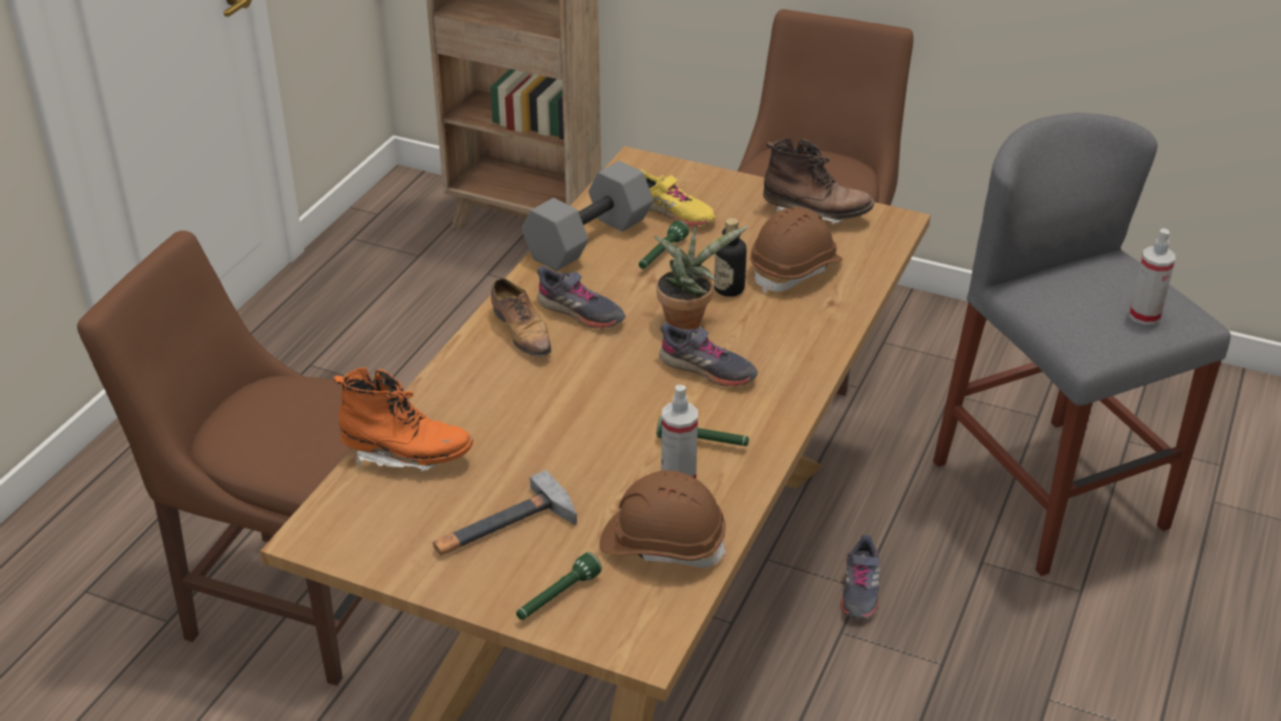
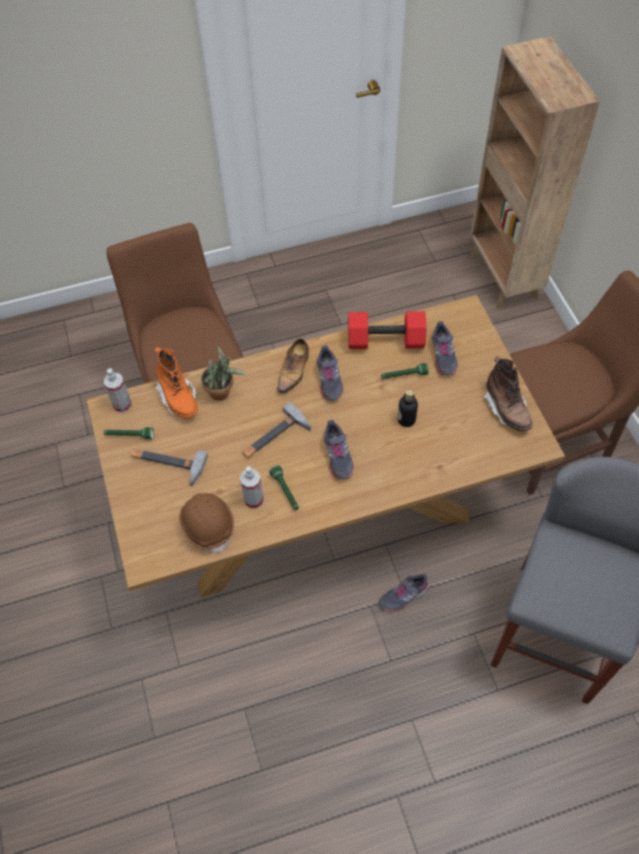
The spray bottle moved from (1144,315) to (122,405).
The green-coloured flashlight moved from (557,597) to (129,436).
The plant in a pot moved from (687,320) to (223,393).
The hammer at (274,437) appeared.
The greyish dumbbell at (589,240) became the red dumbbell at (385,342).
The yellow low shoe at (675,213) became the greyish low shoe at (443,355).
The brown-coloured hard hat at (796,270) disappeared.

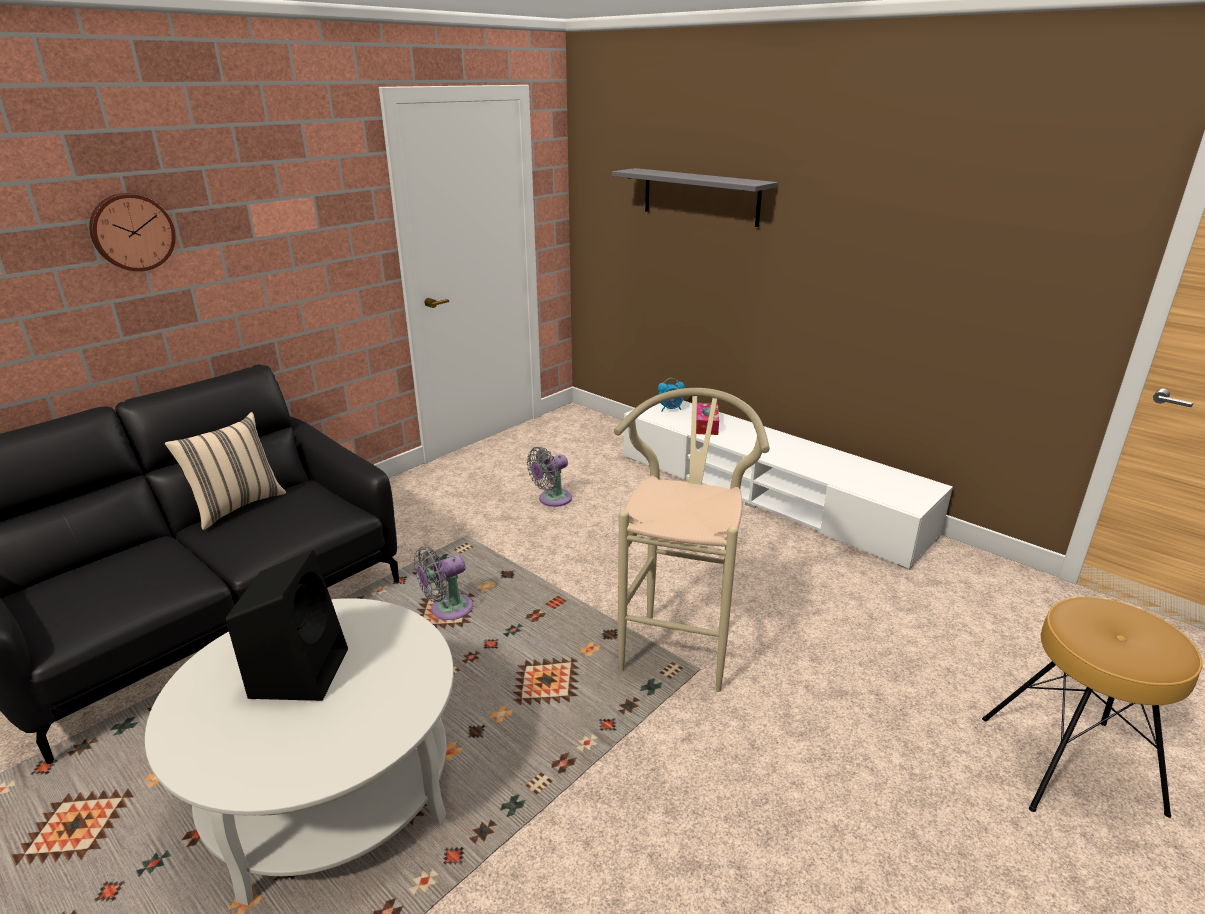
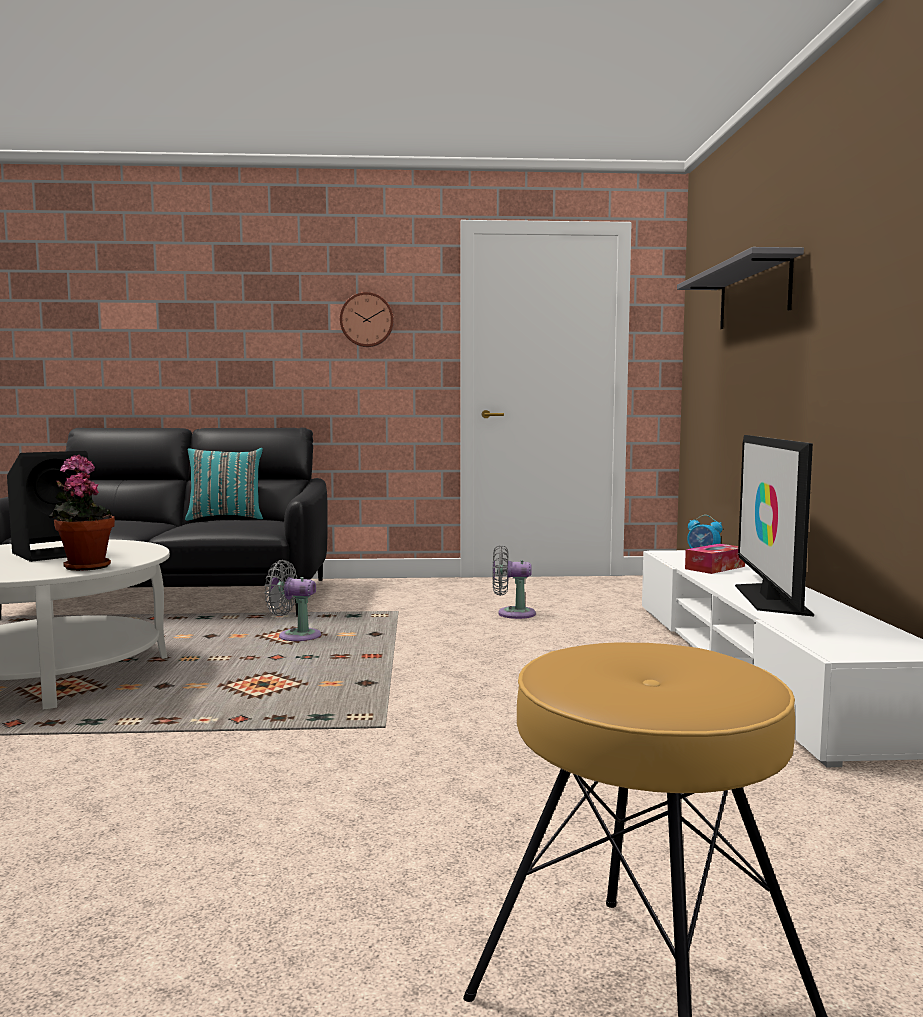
The plant in a pot at (84,566) appeared.
The beige-coloured pillow at (236,506) became the turquoise pillow at (226,518).
The wall clock moved from (132,232) to (367,320).
The TV set at (769,598) appeared.
The beige-coloured stool seat at (680,643) disappeared.

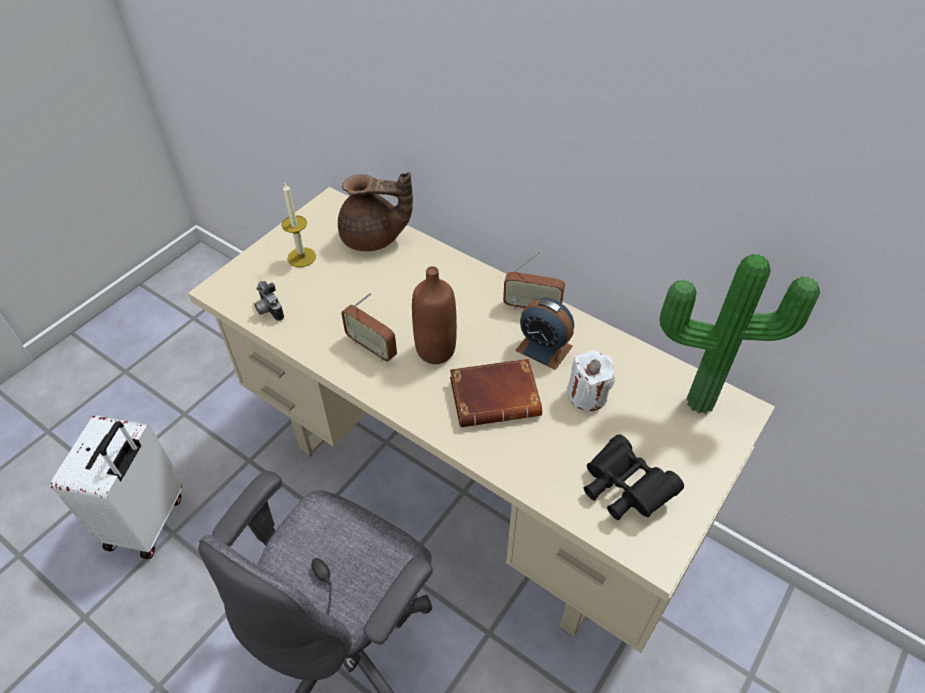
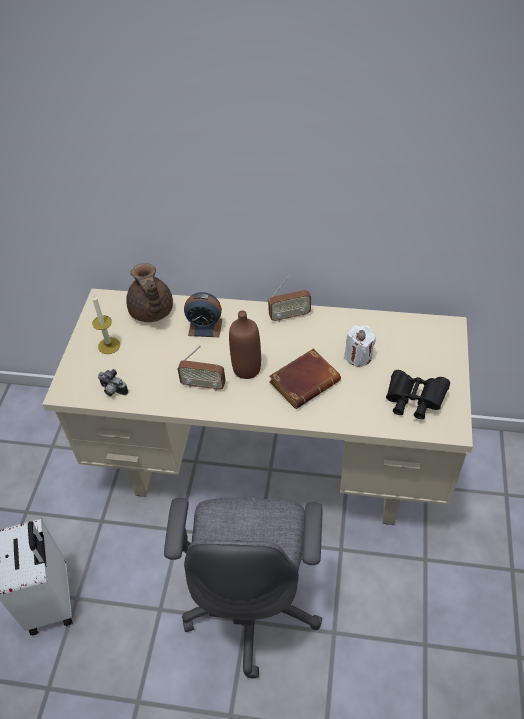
The brown-coloured tea pot at (373,238) turned 90 degrees clockwise.
The bedside clock moved from (544,348) to (205,327).
The plant in a pot at (699,398) disappeared.

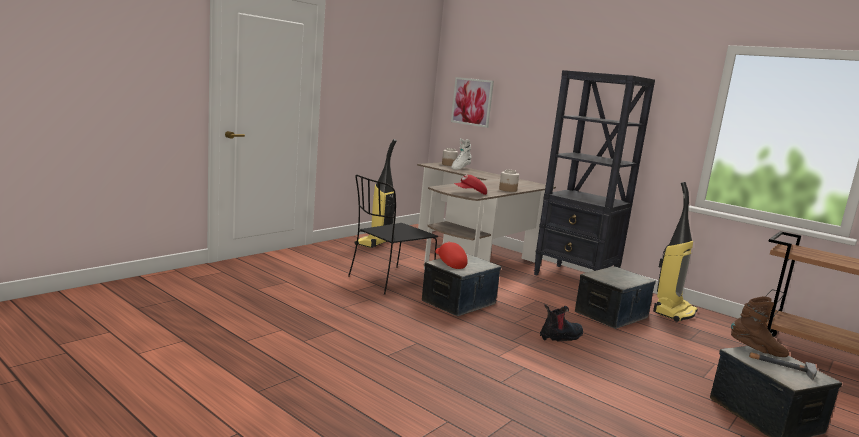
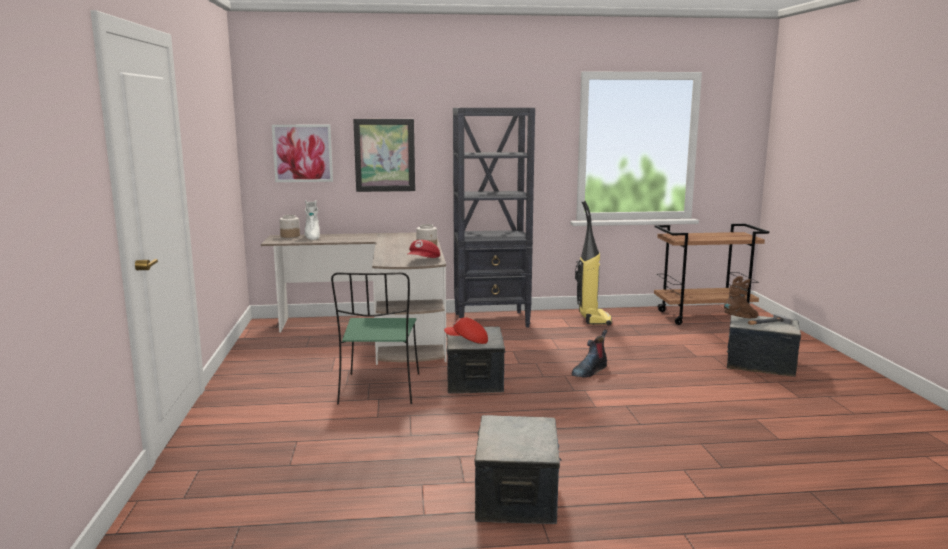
The blackish upright chair at (389,281) became the green-coloured upright chair at (379,390).
The wall art at (384,155) appeared.
The storage bin moved from (611,315) to (517,497).
The tall boot at (561,337) turned 150 degrees counterclockwise.
The vacuum at (374,243) disappeared.

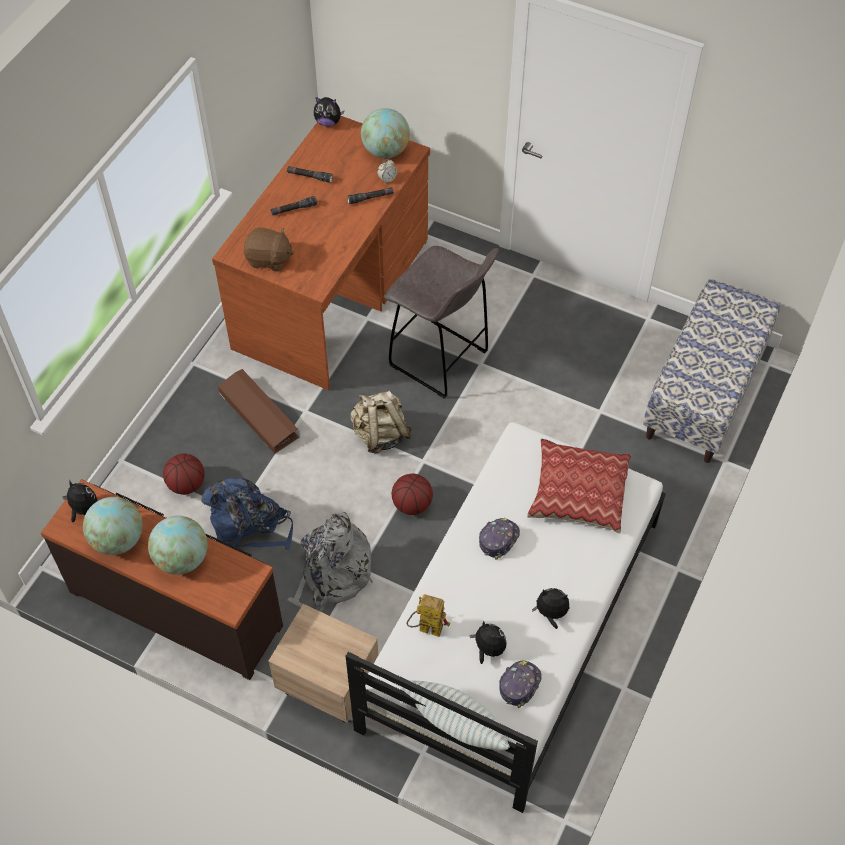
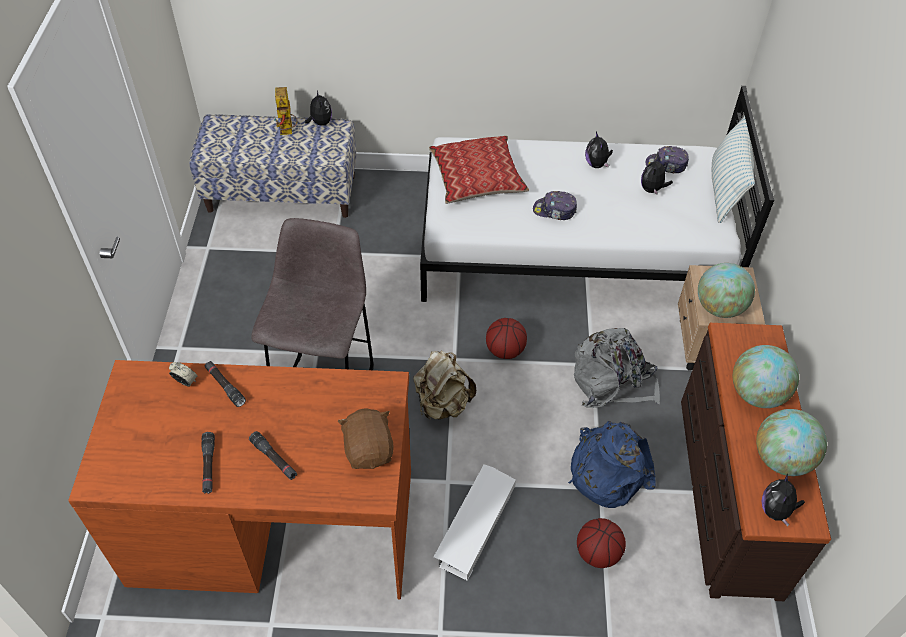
The robot figure moved from (425,628) to (288,132).
The plush toy moved from (328,122) to (320,122).
The brown-coloured storage bin at (259,414) became the white-coloured storage bin at (474,524).
The desk globe moved from (386,151) to (719,307).

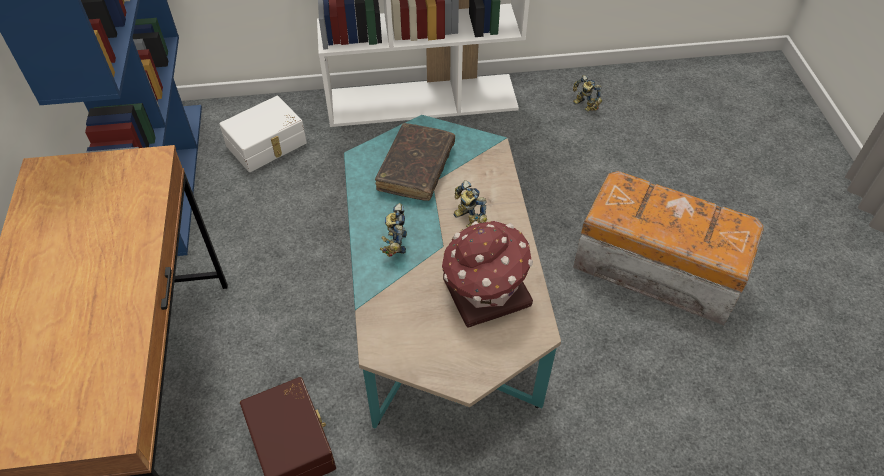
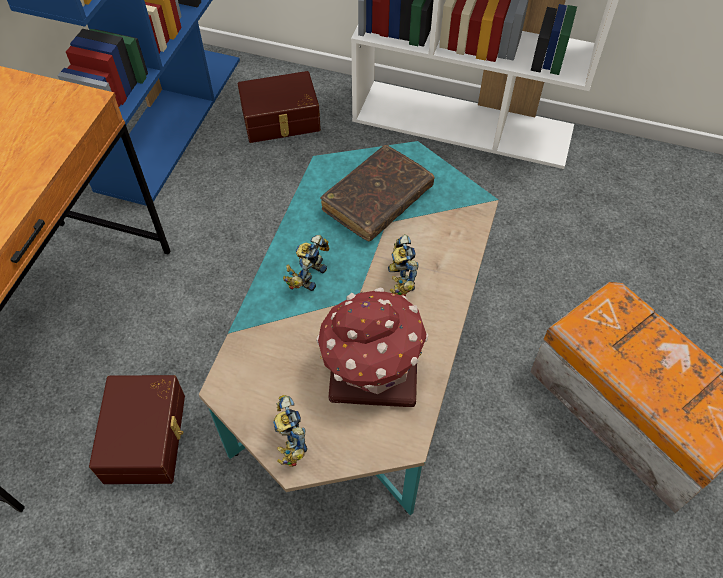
The white-coloured storage bin at (267,145) became the brown-coloured storage bin at (281,120).
The robot figure moved from (583,106) to (288,440).

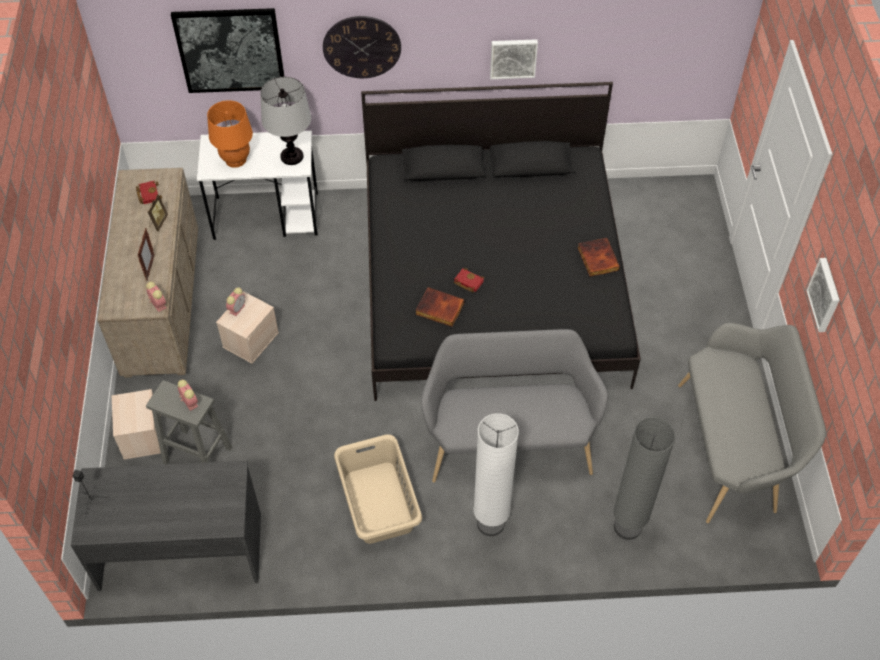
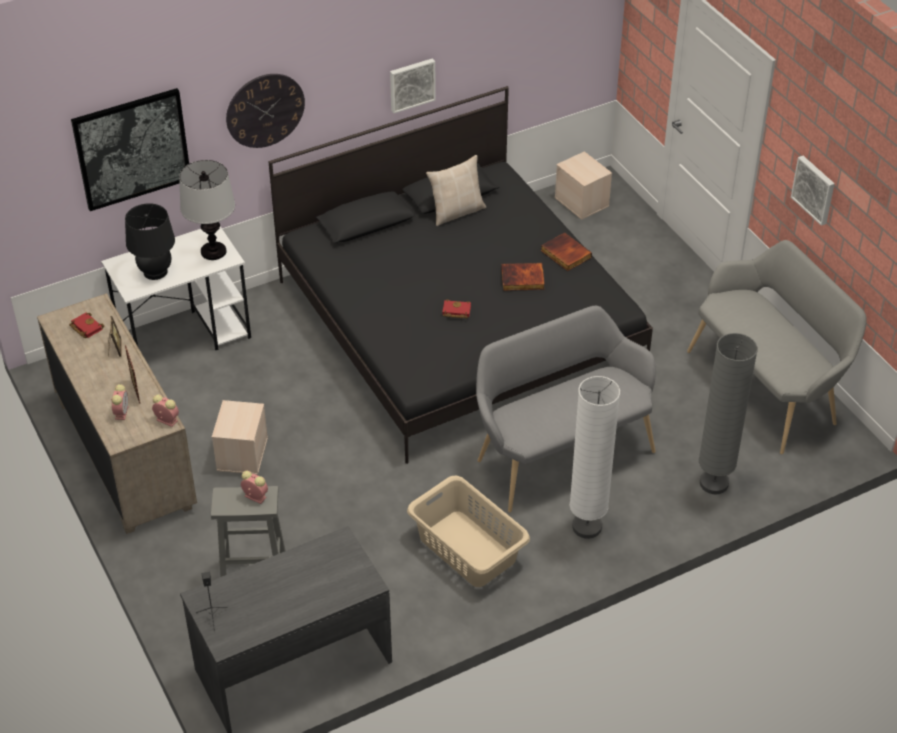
The bedside clock moved from (237,308) to (121,412).
The orangey lamp for a table at (235,159) became the blackish lamp for a table at (155,272).
The beige-coloured pillow at (456,212) appeared.
The volume moved from (439,309) to (522,279).
The beige-coloured storage bin moved from (143,436) to (582,202).

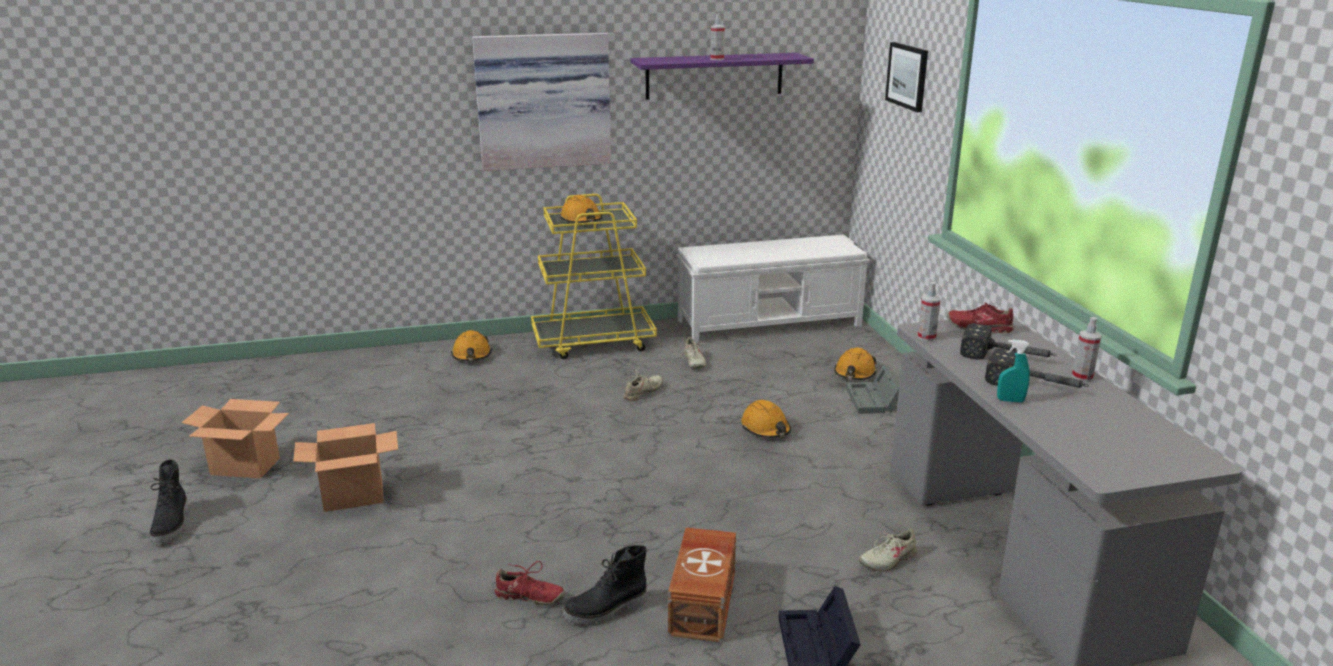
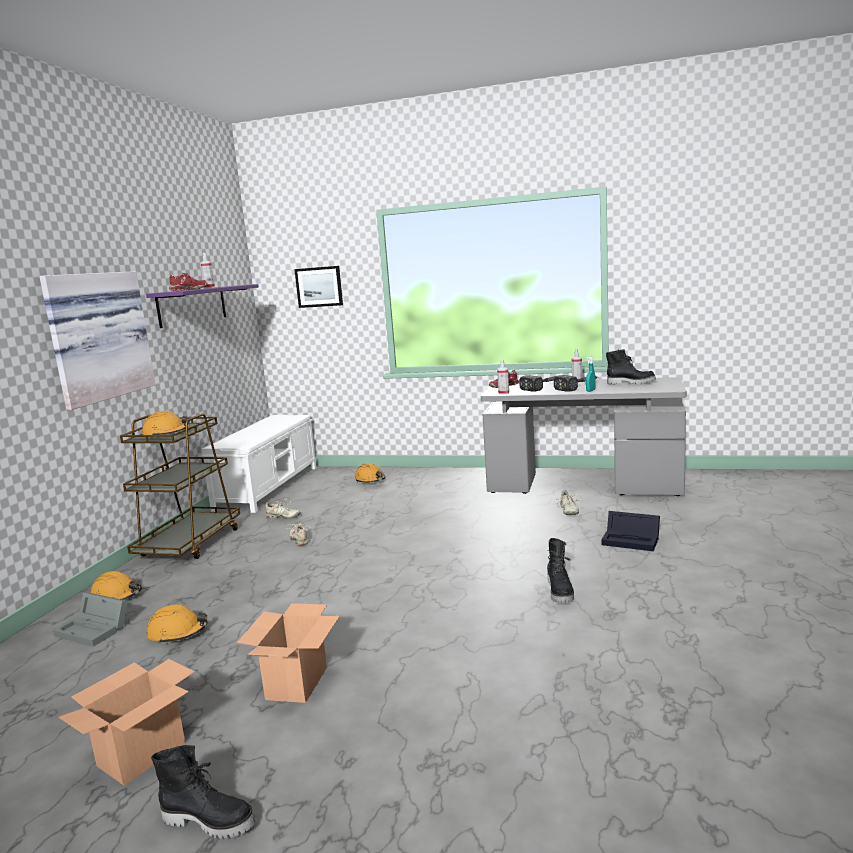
The greyish storage bin moved from (874,401) to (95,629).
The yellow wheeled cart at (594,342) became the brown-coloured wheeled cart at (190,543).
The orangey hard hat moved from (766,429) to (177,633).
The red low shoe moved from (529,597) to (188,290).
The blackish tall boot at (631,383) appeared.
The brown-coloured storage bin at (704,602) disappeared.

